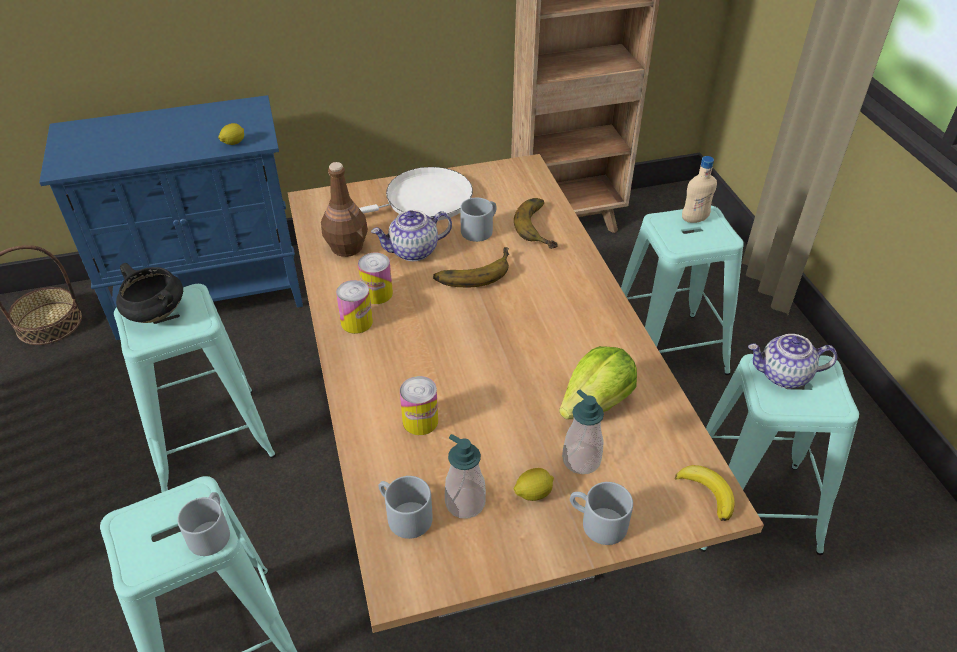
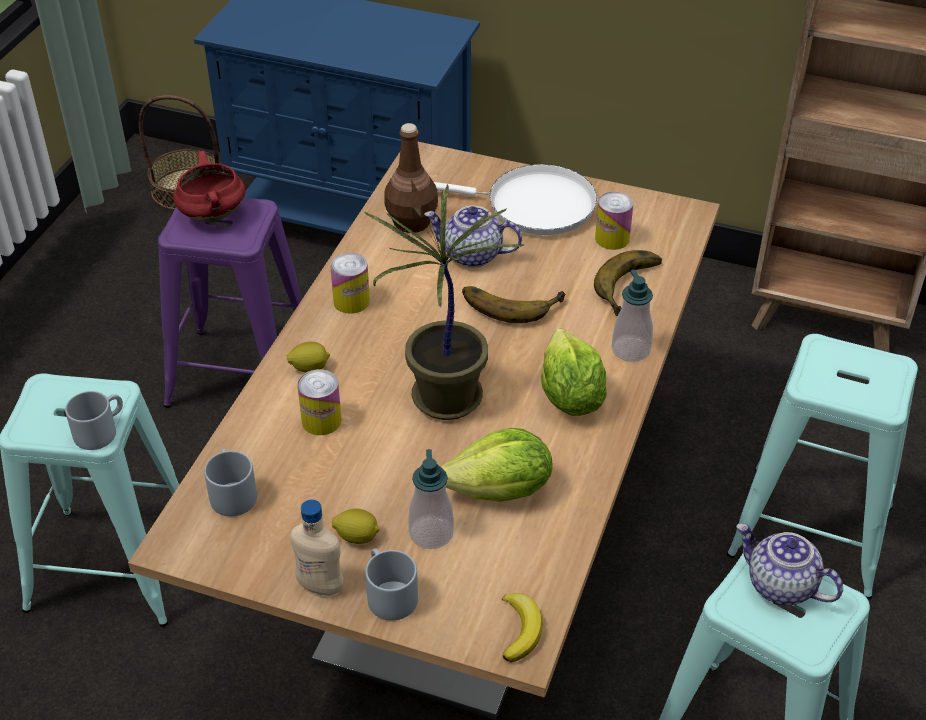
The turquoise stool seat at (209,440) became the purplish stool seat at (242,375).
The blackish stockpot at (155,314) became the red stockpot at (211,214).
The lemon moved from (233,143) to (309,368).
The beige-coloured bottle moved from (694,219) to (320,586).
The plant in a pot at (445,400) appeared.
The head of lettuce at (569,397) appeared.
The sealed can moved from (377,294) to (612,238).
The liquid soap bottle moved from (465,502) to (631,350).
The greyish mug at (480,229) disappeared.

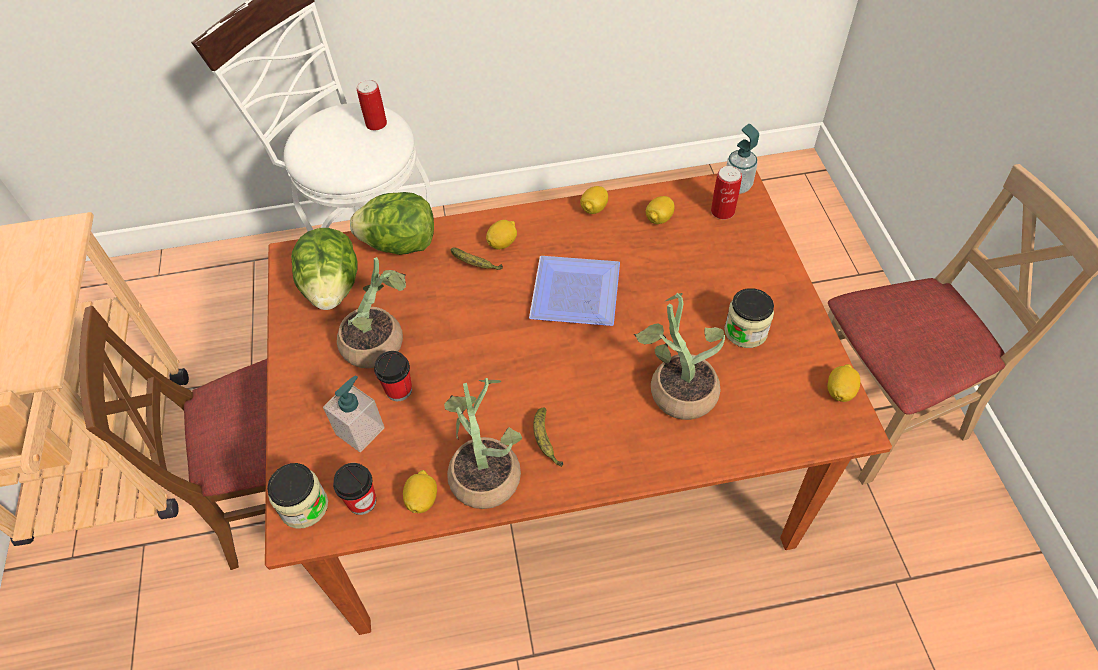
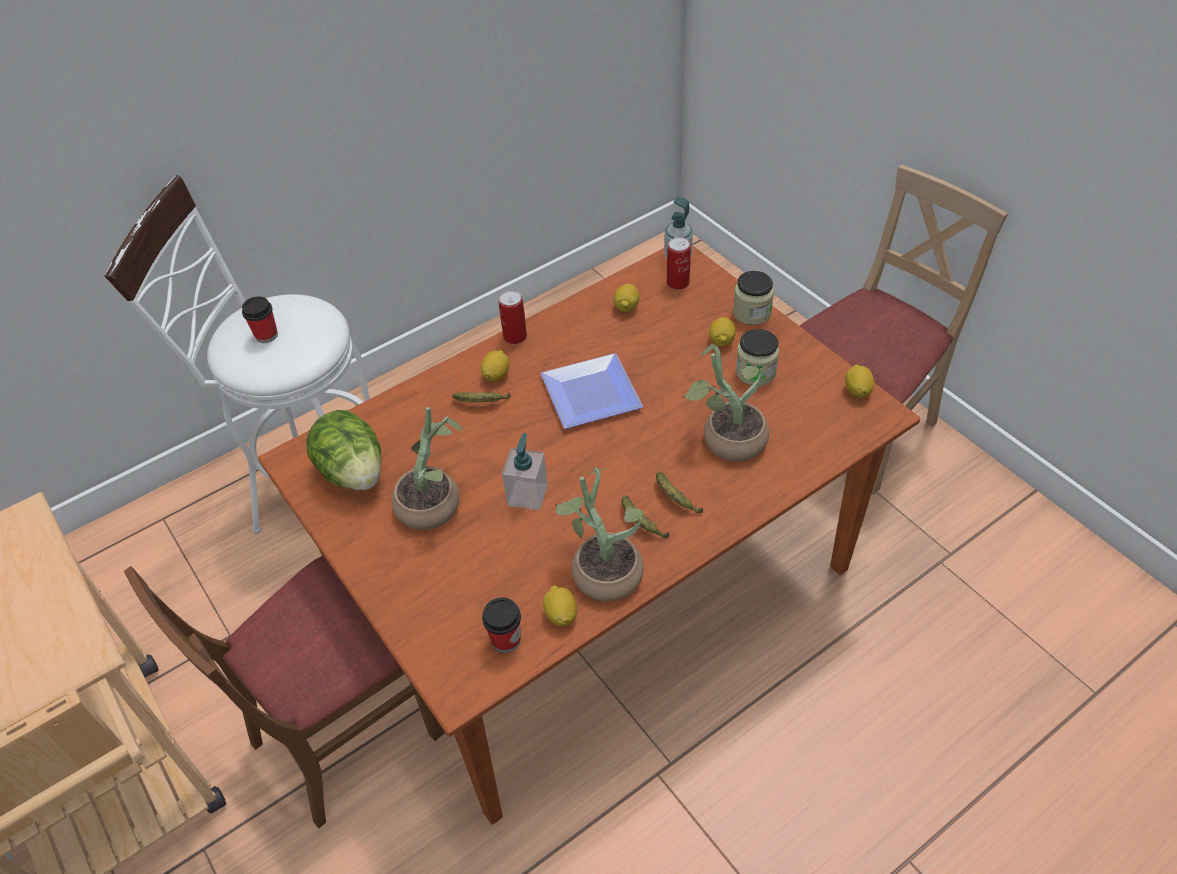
The drinking cup moved from (399,390) to (266,335).
The sealed can moved from (376,124) to (515,336).
The liquid soap bottle moved from (360,431) to (527,495).
The whole banana at (675,498) appeared.
The lemon moved from (594,209) to (721,341).
The storage jar moved from (304,506) to (752,313).
The head of lettuce at (400,244) disappeared.

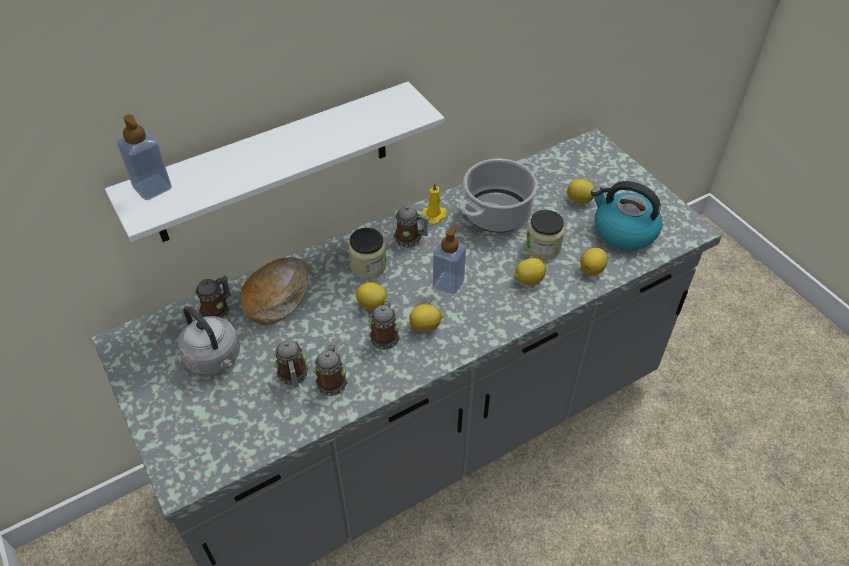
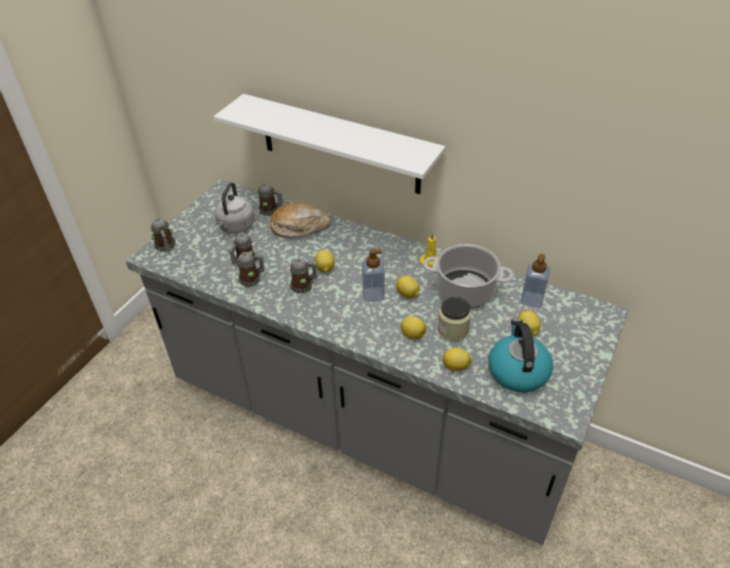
The mug moved from (411,239) to (166,247).
The lemon moved from (426,326) to (408,295).
The liquid soap bottle moved from (152,187) to (531,300).
The storage jar at (368,266) disappeared.

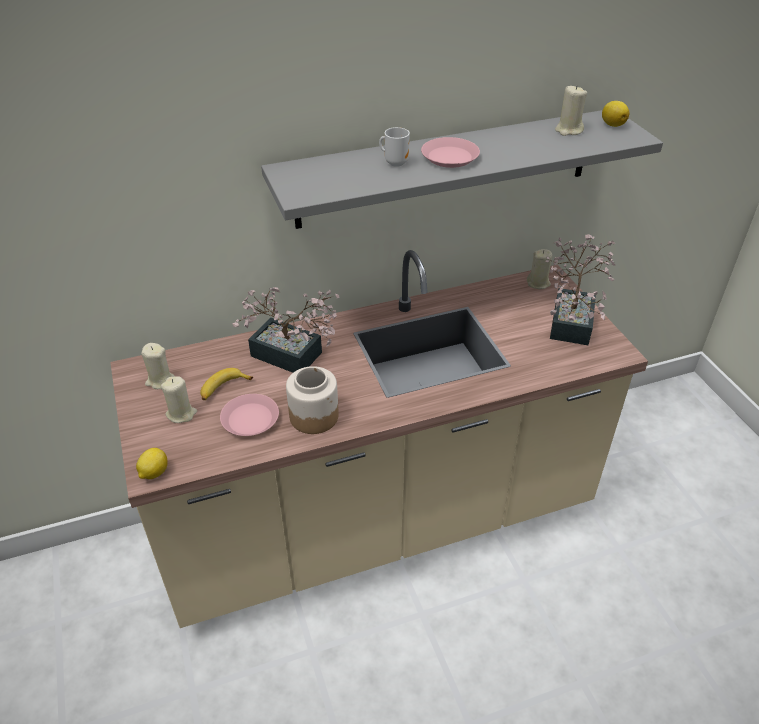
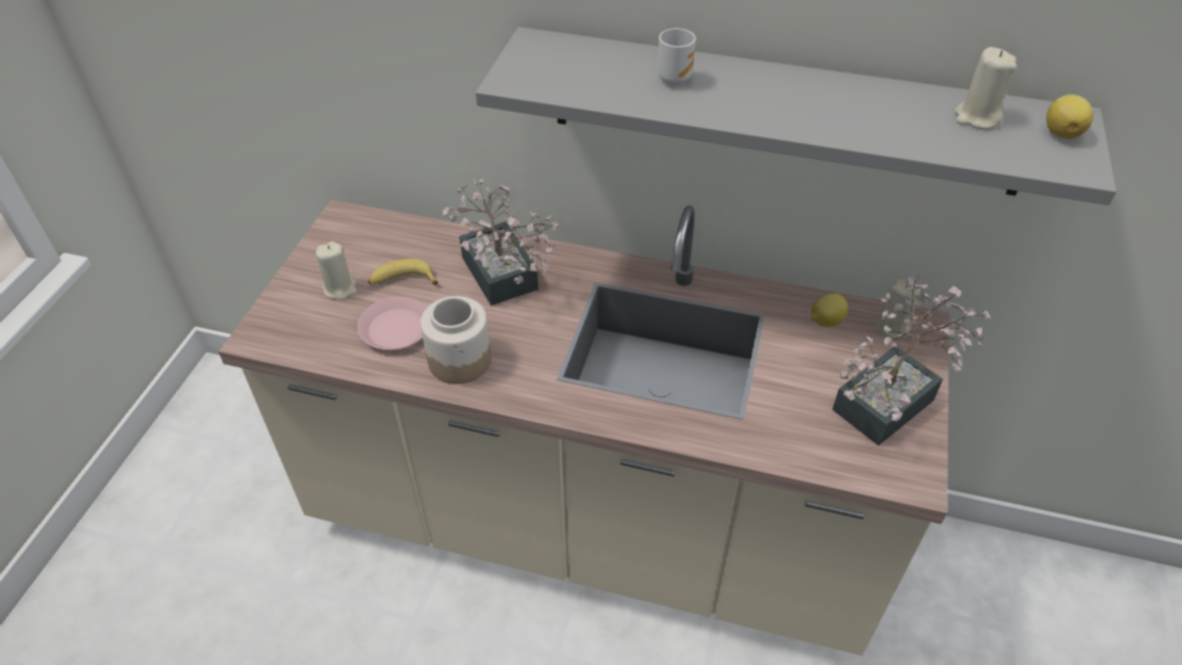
The lemon moved from (154,473) to (825,321).
The beige-coloured wax candle at (160,381) disappeared.
The pinkish plate at (450,157) disappeared.

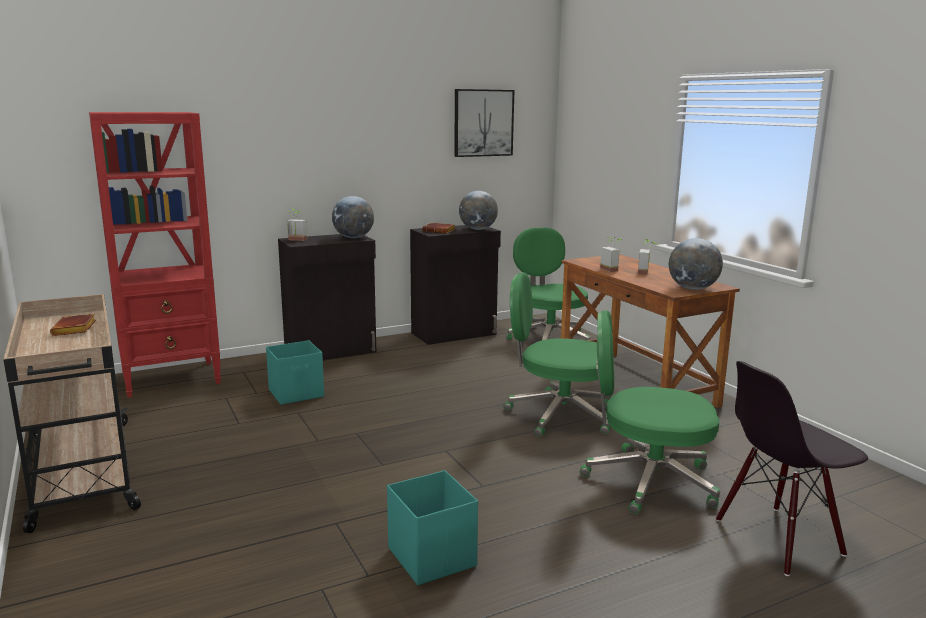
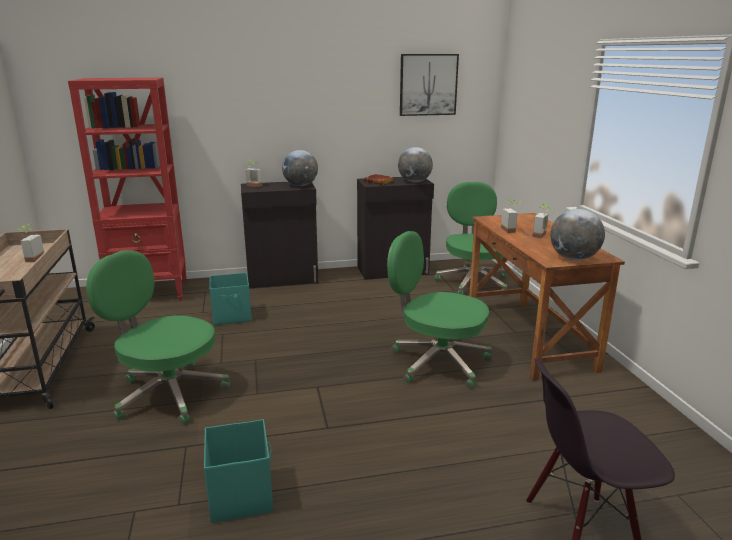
The brown-coloured volume at (75,329) was replaced by the plant in a pot at (31,258).
The green-coloured desk chair moved from (647,481) to (168,393).

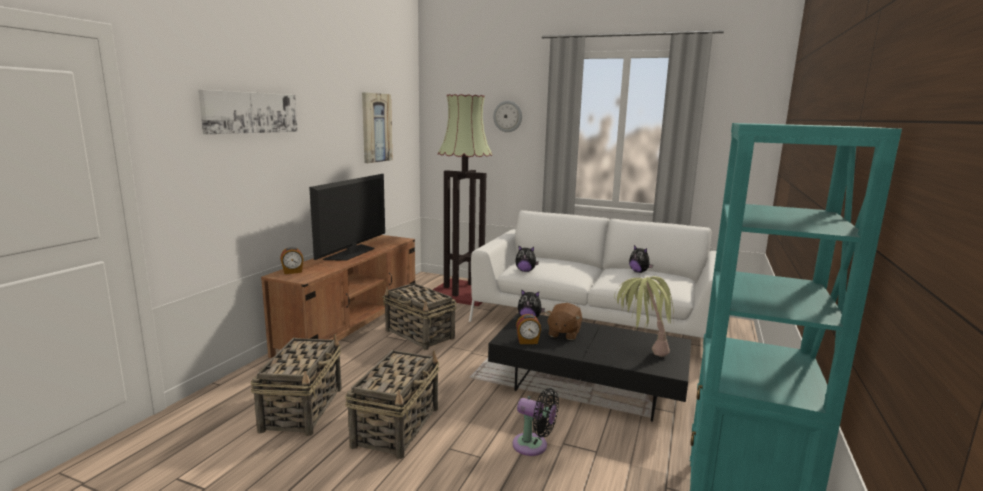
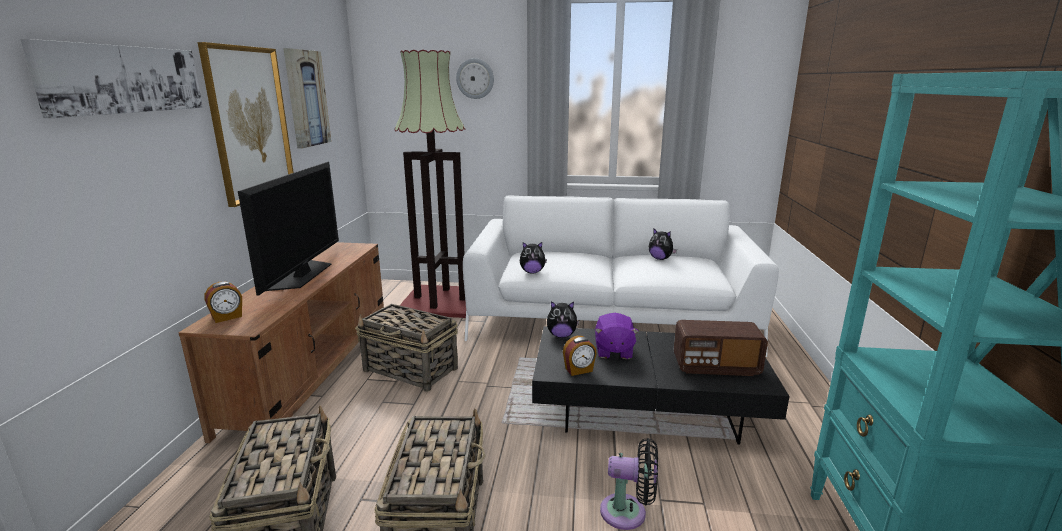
The wall art at (250,123) appeared.
The brown-coloured plush toy at (563,333) became the purplish plush toy at (613,351).
The plant in a pot at (640,354) was replaced by the radio receiver at (715,367).

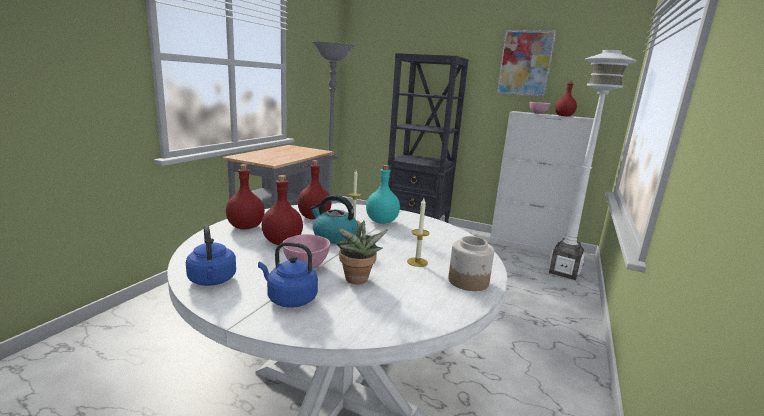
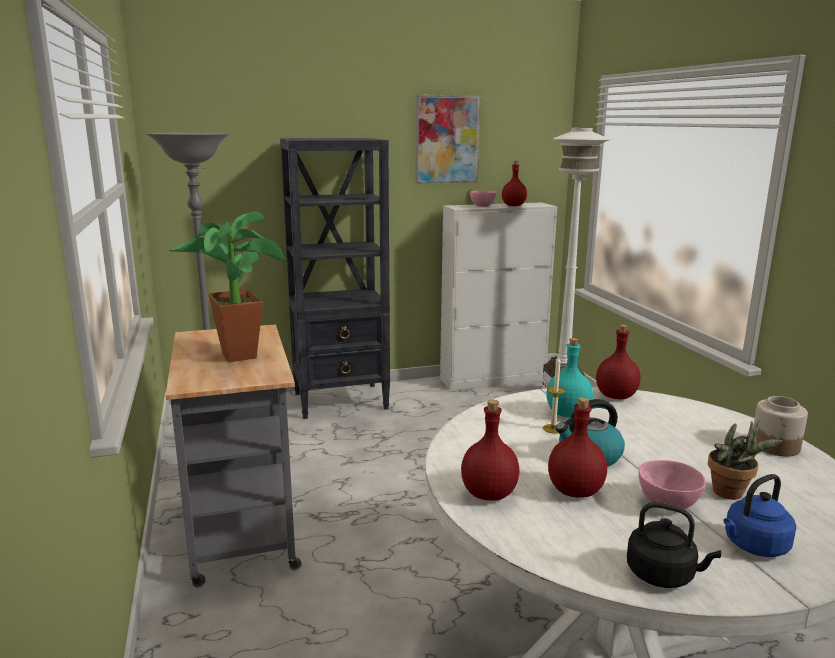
The plant in a pot at (241,353) appeared.
The red bottle moved from (313,217) to (615,396).
The blue water kettle at (212,281) became the blackish water kettle at (663,575).
The wax candle at (417,262) disappeared.

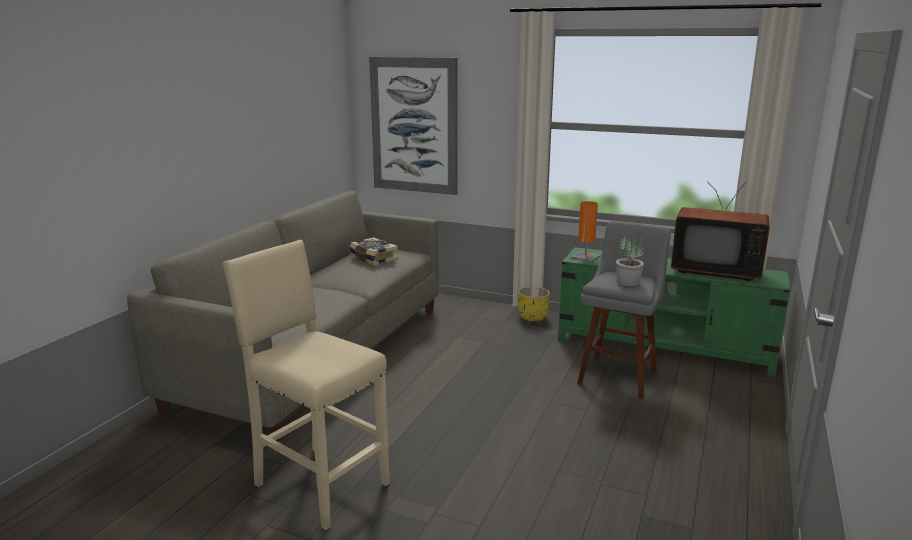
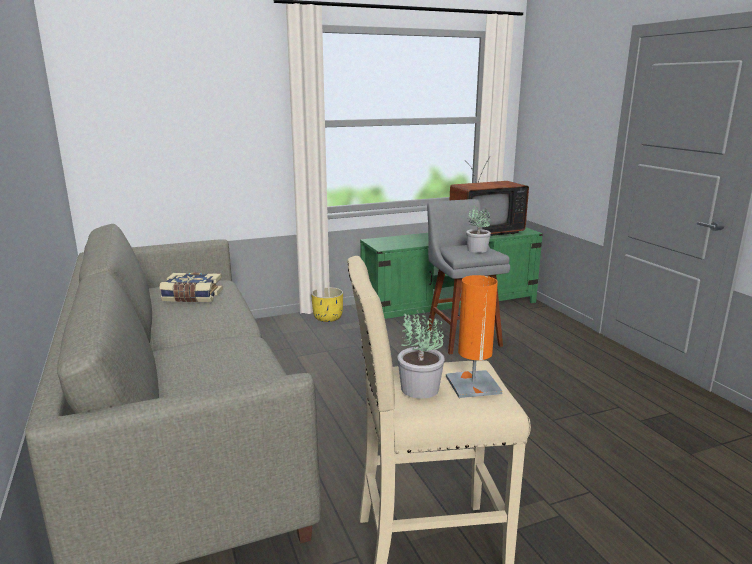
The plant in a pot at (419,389) appeared.
The orangey lamp for a table moved from (585,257) to (473,385).
The wall art at (414,126) disappeared.

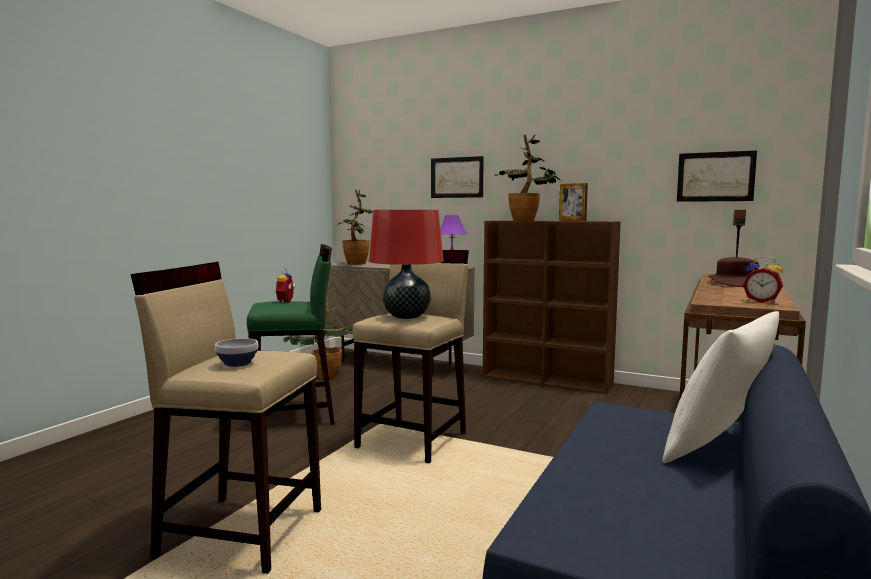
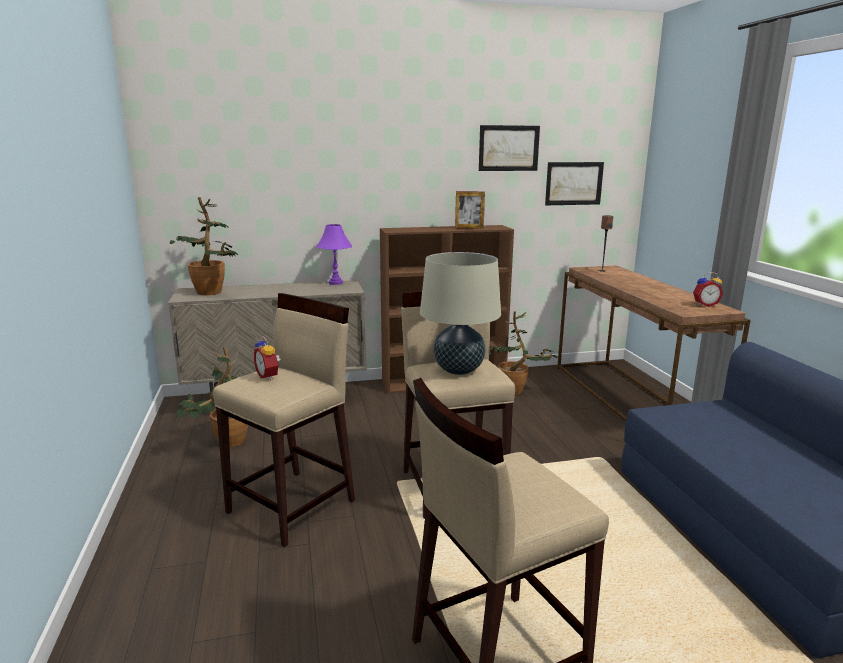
The green-coloured stool seat at (295,415) became the beige-coloured stool seat at (293,506).
The red lamp for a table at (406,316) became the beige-coloured lamp for a table at (458,370).
The wall art moved from (456,177) to (508,148).
The plant in a pot moved from (526,220) to (517,392).
The bowl at (238,363) disappeared.
The white-coloured pillow at (717,448) disappeared.
The brown-coloured hat at (736,283) disappeared.

